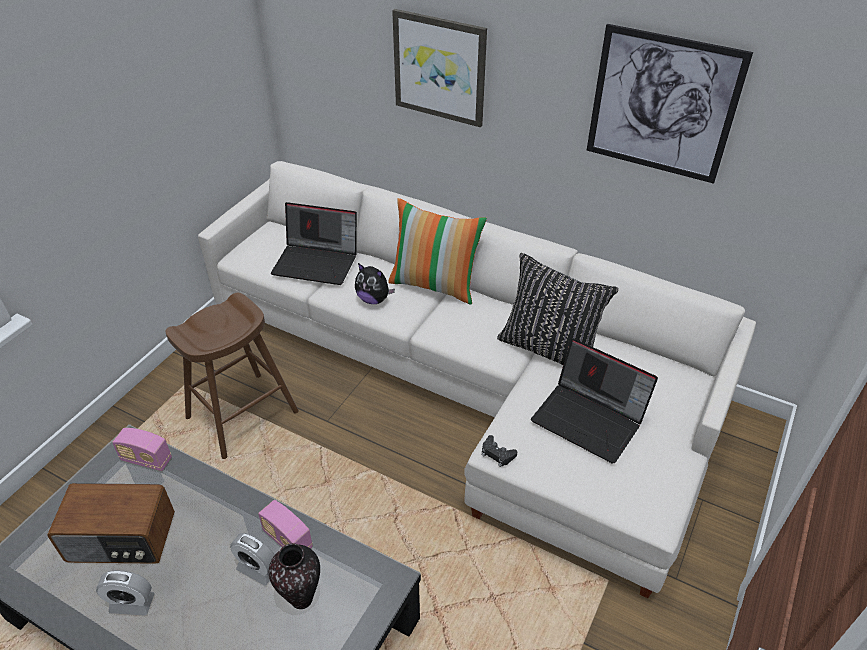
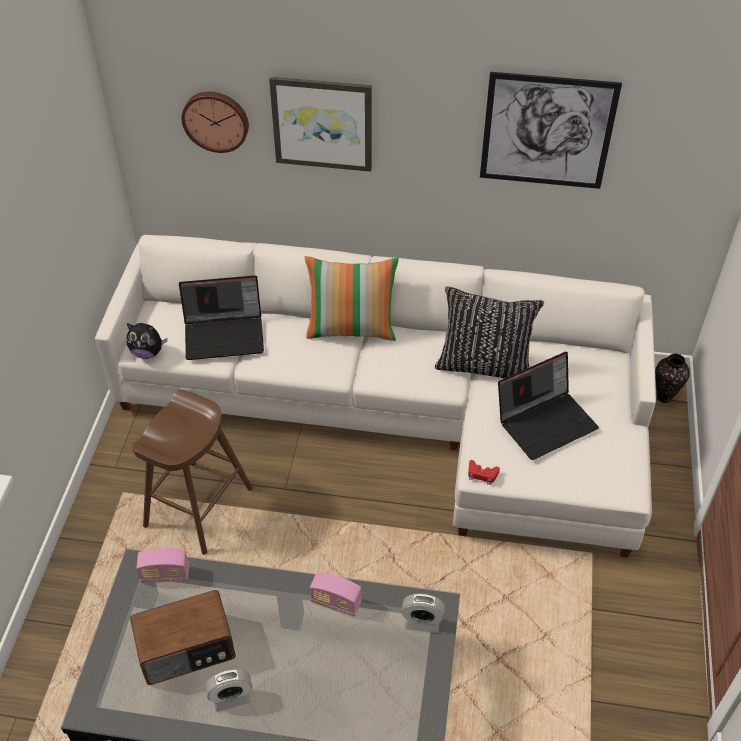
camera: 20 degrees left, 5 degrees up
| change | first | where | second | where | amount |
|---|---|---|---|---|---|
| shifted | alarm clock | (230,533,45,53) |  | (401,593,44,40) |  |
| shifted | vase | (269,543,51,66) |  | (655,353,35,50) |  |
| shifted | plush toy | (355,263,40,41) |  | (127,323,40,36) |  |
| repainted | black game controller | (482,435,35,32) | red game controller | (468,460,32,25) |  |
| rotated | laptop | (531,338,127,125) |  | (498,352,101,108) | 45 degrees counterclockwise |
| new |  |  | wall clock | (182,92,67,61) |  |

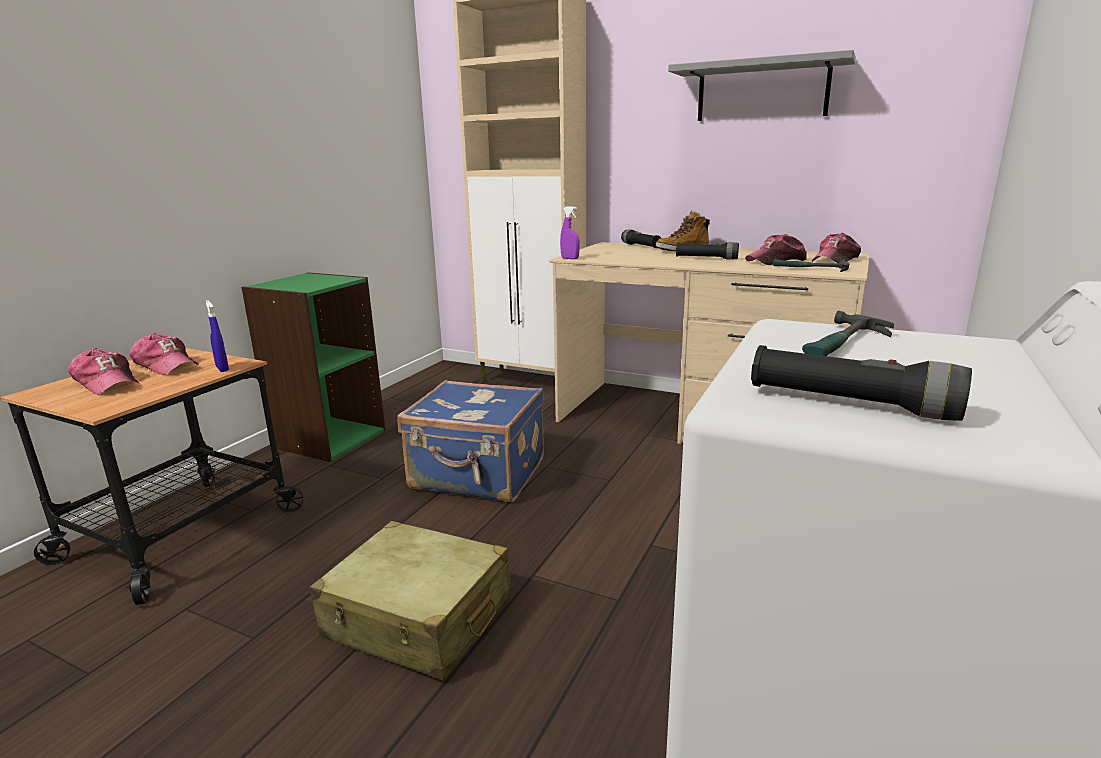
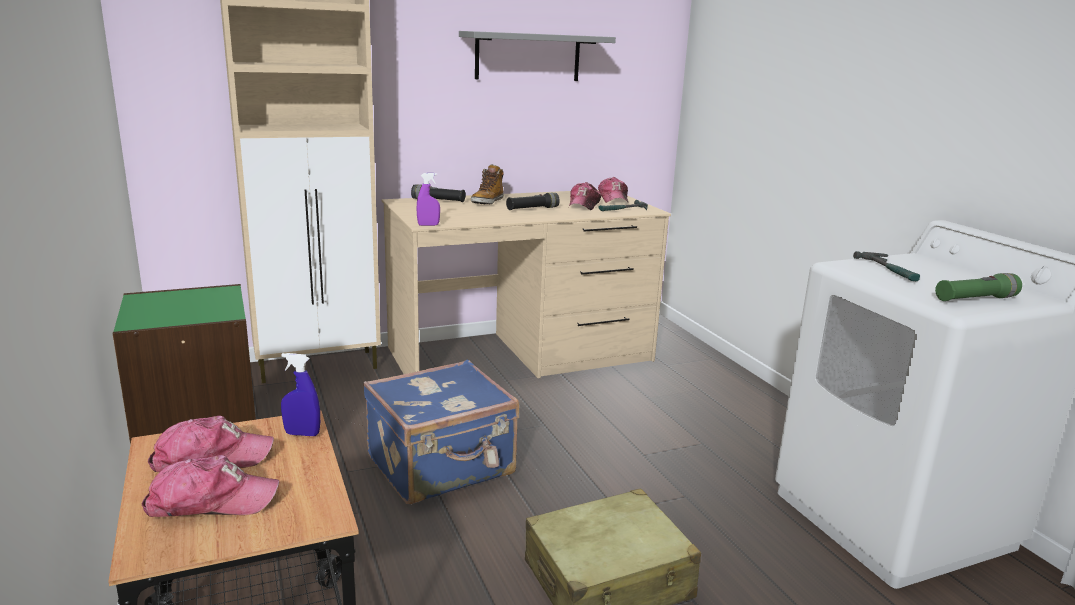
camera: 50 degrees left, 0 degrees up
| change | first | where | second | where | amount |
|---|---|---|---|---|---|
| repainted | black flashlight | (751,345,221,76) | green flashlight | (935,273,87,28) |  |

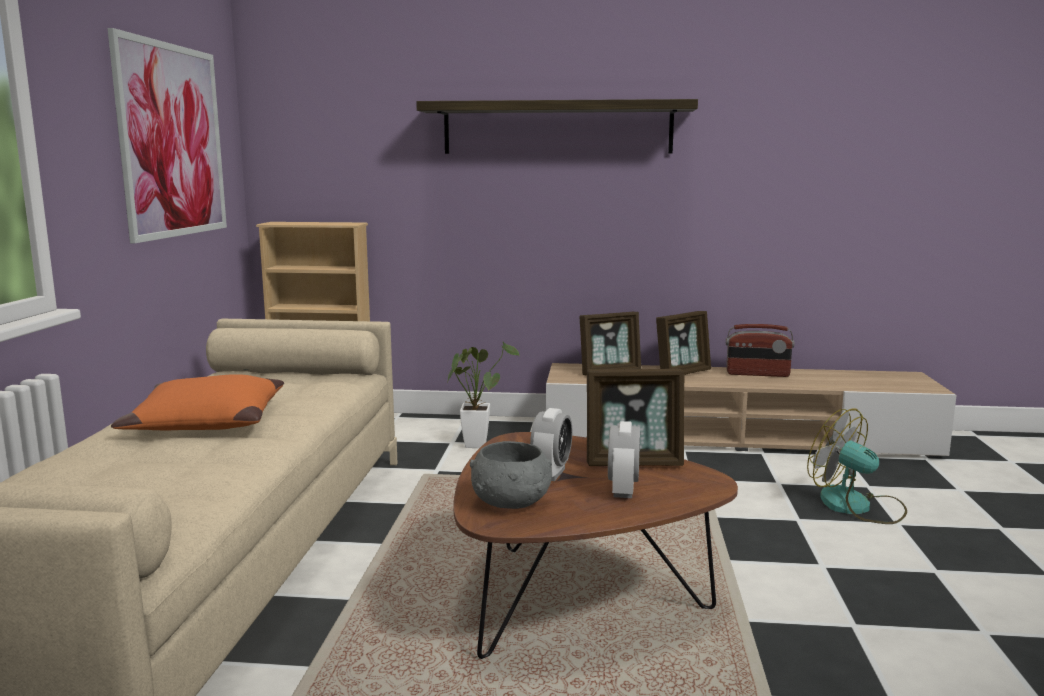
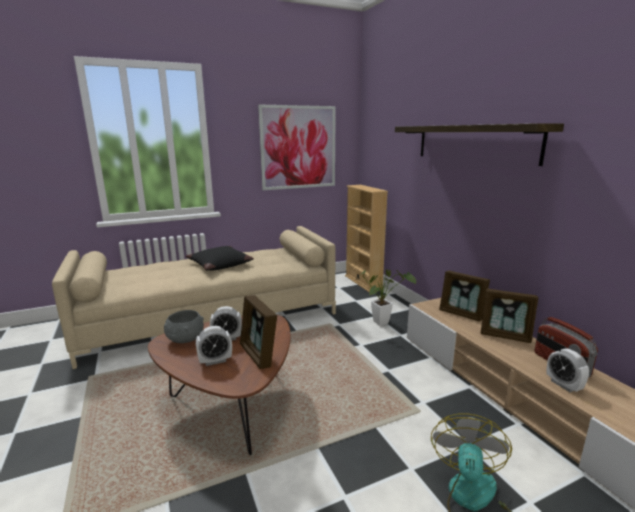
camera: 60 degrees right, 5 degrees up
| change | first | where | second | where | amount |
|---|---|---|---|---|---|
| repainted | orange pillow | (111,374,173,56) | black pillow | (186,246,68,24) |  |
| new |  |  | alarm clock | (547,348,42,44) |  |

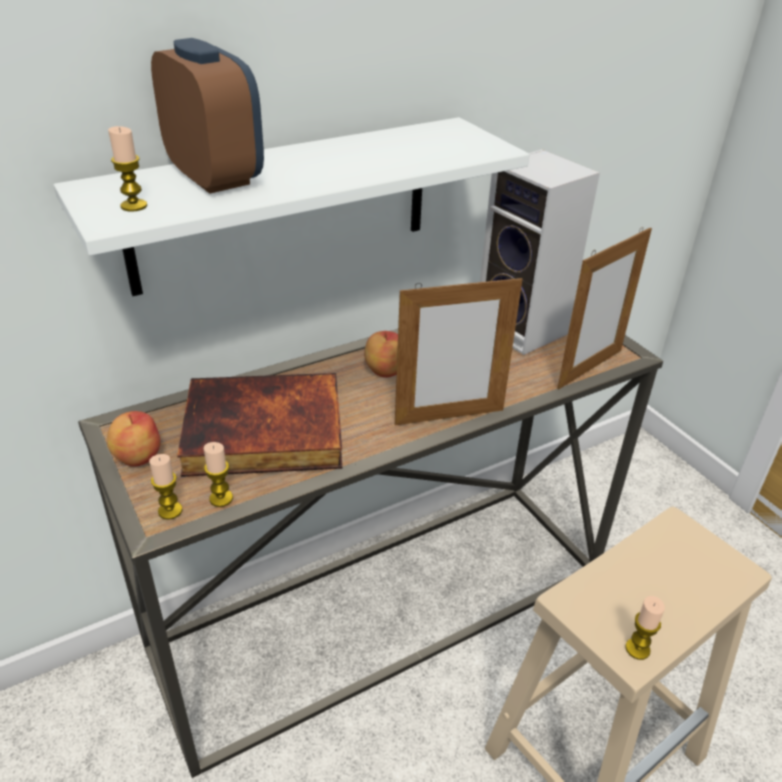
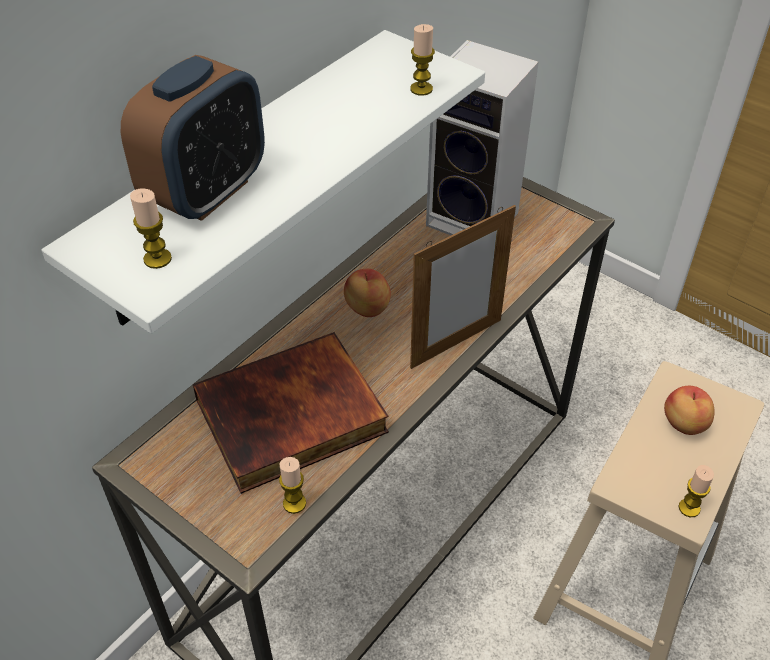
camera: 20 degrees left, 10 degrees up
| change | first | where | second | where | amount |
|---|---|---|---|---|---|
| shifted | apple | (107,411,54,56) |  | (664,386,51,49) |  |
| shifted | candle | (149,454,34,66) |  | (410,24,25,72) |  |
| rotated | alarm clock | (151,38,113,156) |  | (121,55,144,166) | 90 degrees clockwise |
| gone | picture frame | (557,227,95,162) |  |  |  |

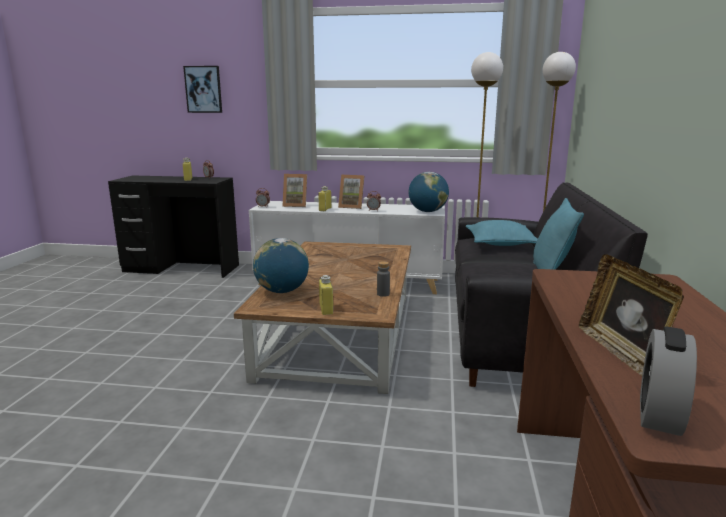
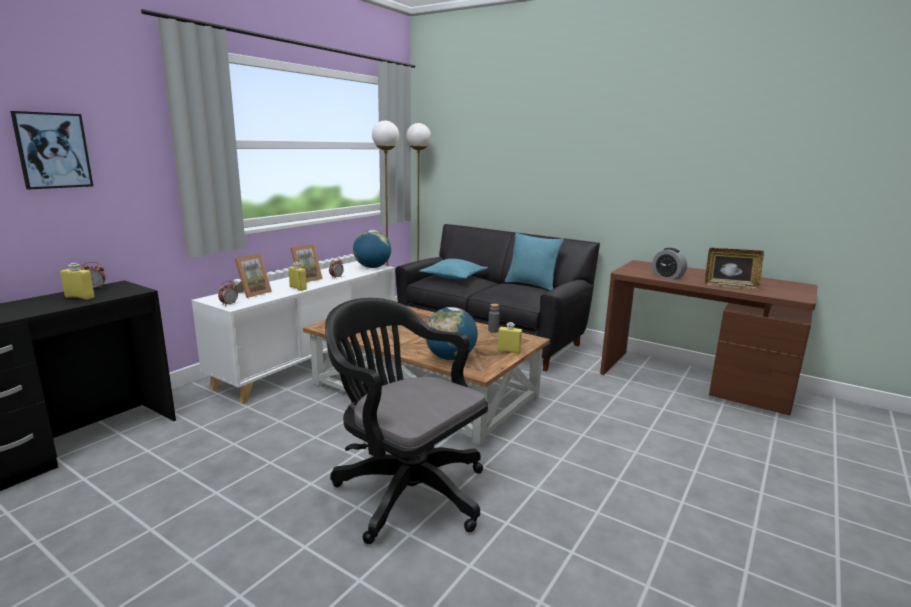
camera: 65 degrees left, 0 degrees up
| change | first | where | second | where | amount |
|---|---|---|---|---|---|
| shifted | alarm clock | (640,326,57,110) |  | (652,248,35,32) |  |
| new |  |  | black office chair | (325,298,163,246) |  |

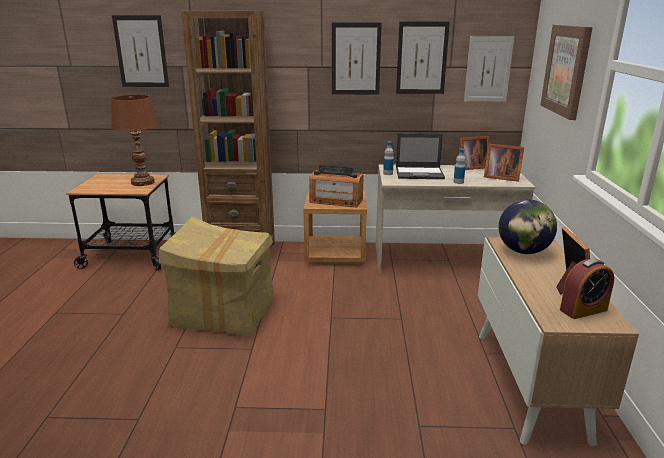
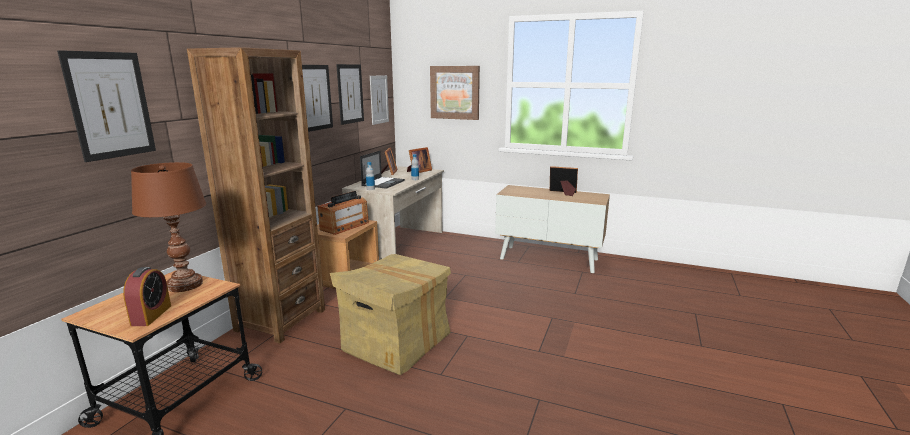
camera: 70 degrees left, 5 degrees down
| change | first | where | second | where | amount |
|---|---|---|---|---|---|
| gone | globe | (499,199,58,55) |  |  |  |
| shifted | alarm clock | (560,259,54,60) |  | (123,267,48,59) |  |

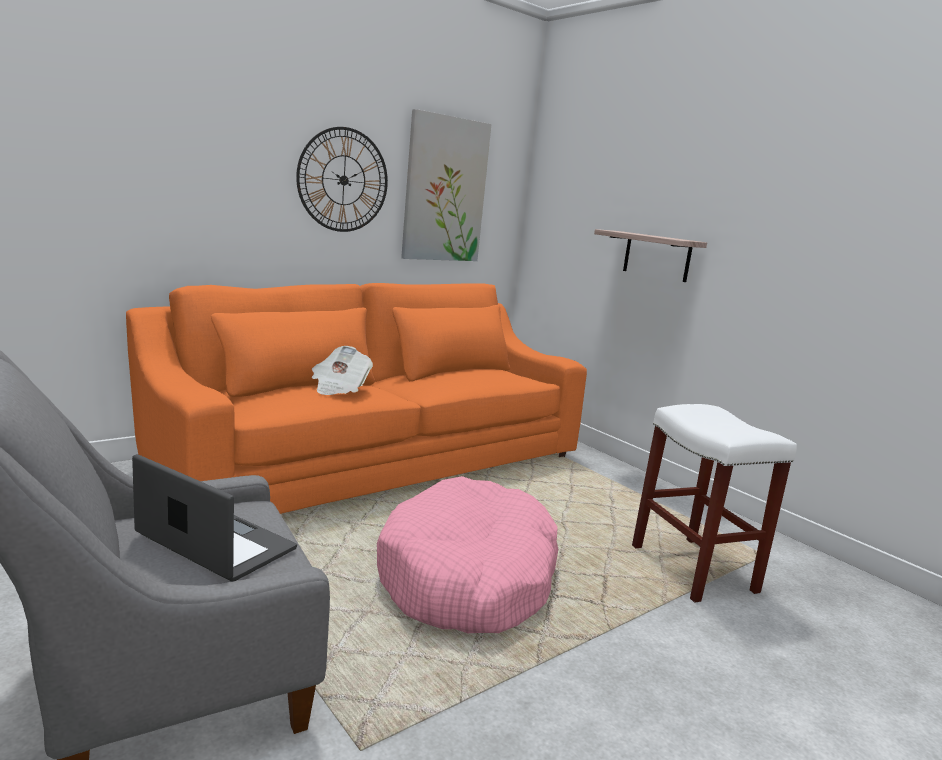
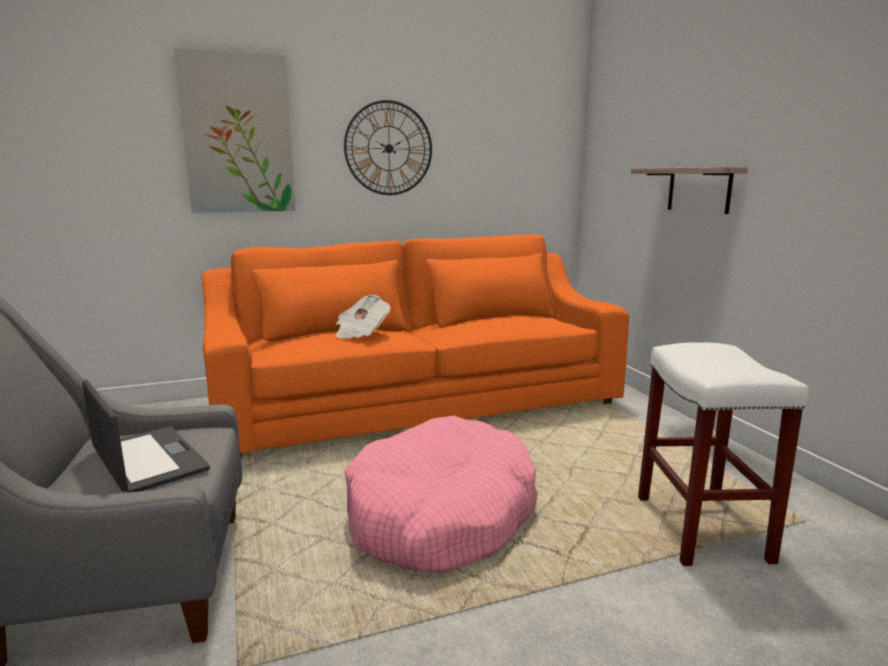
camera: 20 degrees right, 0 degrees up
| change | first | where | second | where | amount |
|---|---|---|---|---|---|
| shifted | picture | (401,109,90,152) |  | (174,47,122,166) |  |

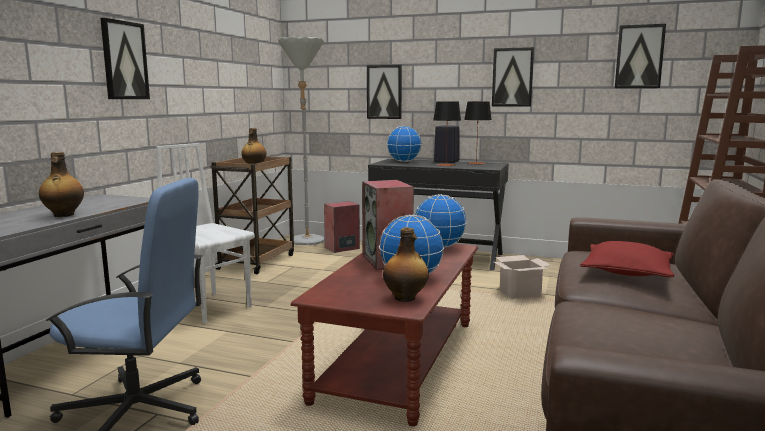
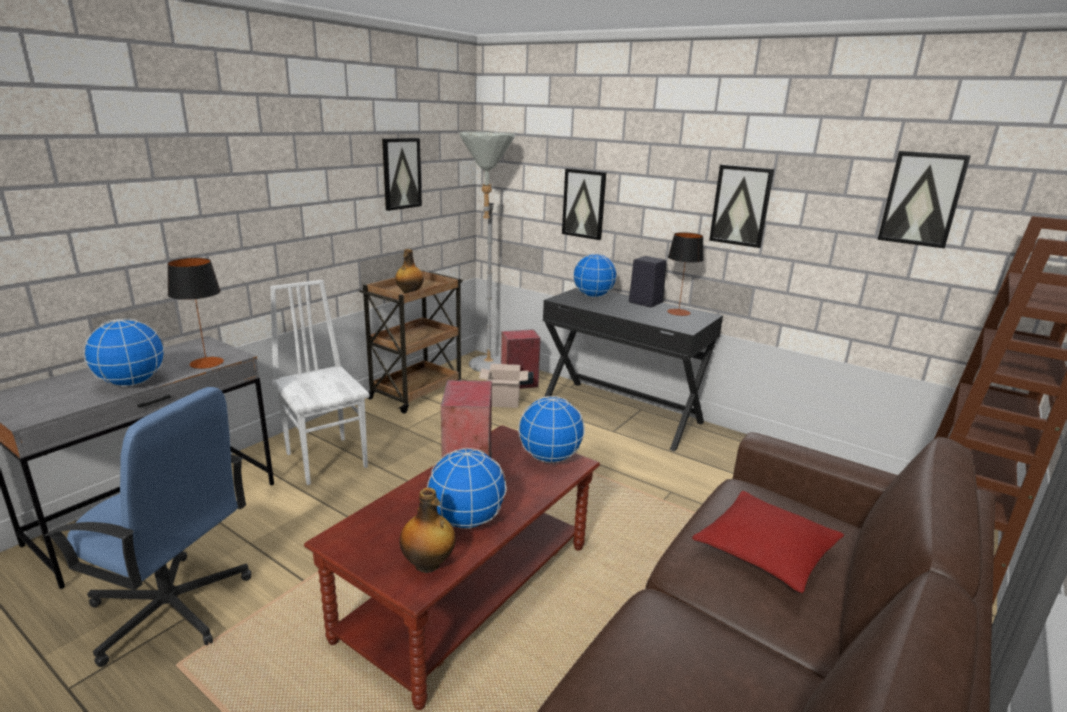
camera: 15 degrees right, 10 degrees up
| change | first | where | second | where | amount |
|---|---|---|---|---|---|
| swapped | bottle | (39,152,45,65) | globe | (83,318,82,69) |  |
| shifted | picture | (100,18,50,81) |  | (382,138,40,73) |  |
| shifted | table lamp | (433,101,28,65) |  | (167,258,57,111) |  |
| shifted | cardboard box | (494,255,56,44) |  | (479,364,49,44) |  |

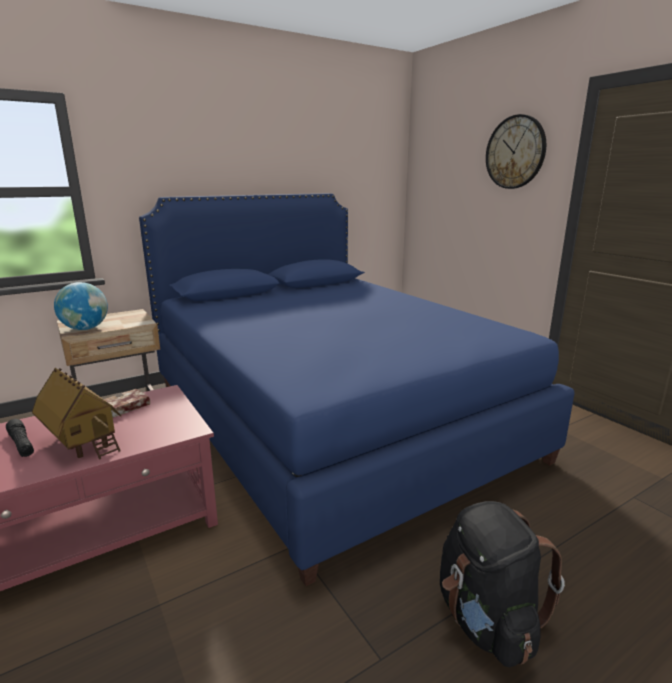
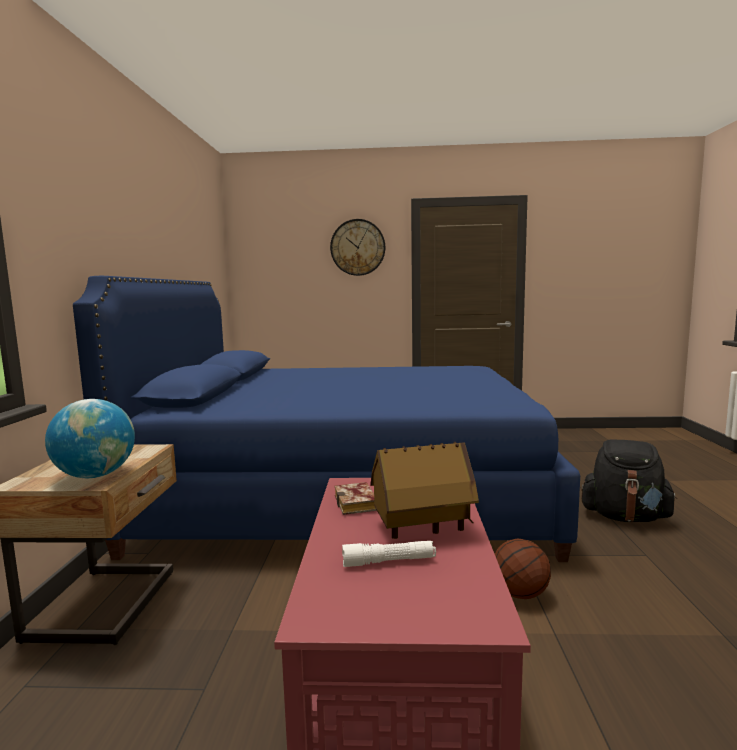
camera: 55 degrees left, 10 degrees down
| change | first | where | second | where | amount |
|---|---|---|---|---|---|
| repainted | black flashlight | (6,419,28,38) | white flashlight | (342,541,94,26) |  |
| new |  |  | basketball | (495,539,56,60) |  |

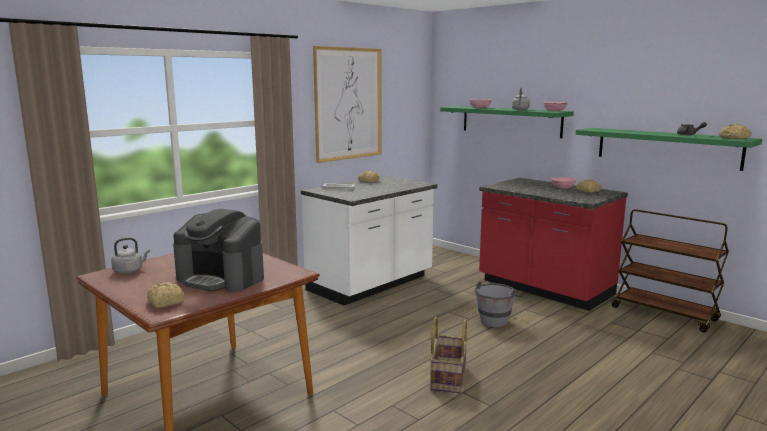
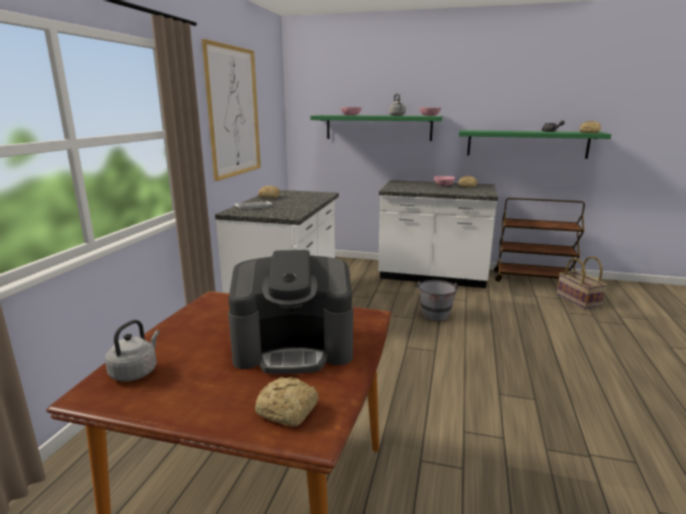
camera: 30 degrees left, 5 degrees up
| change | first | where | second | where | amount |
|---|---|---|---|---|---|
| shifted | basket | (430,317,38,77) |  | (556,256,51,53) |  |
| repainted | red counter | (479,178,149,133) | white counter | (378,180,120,108) |  |

